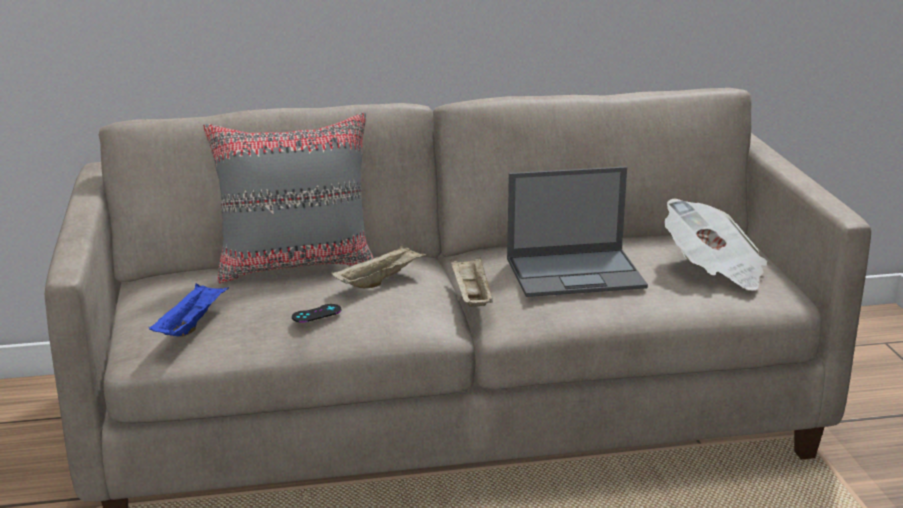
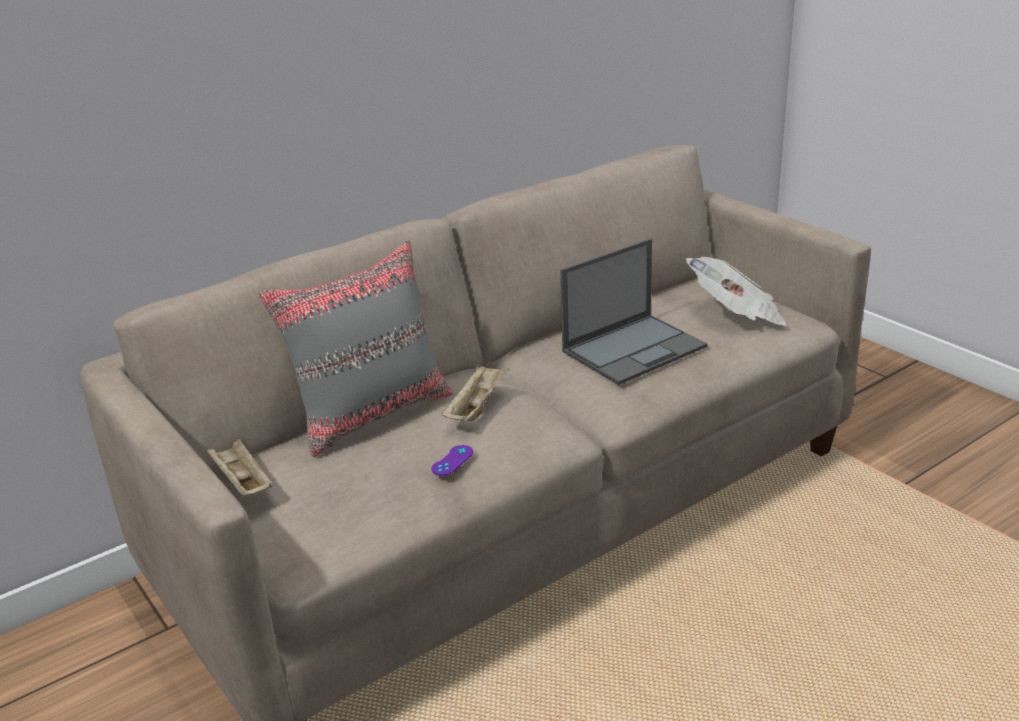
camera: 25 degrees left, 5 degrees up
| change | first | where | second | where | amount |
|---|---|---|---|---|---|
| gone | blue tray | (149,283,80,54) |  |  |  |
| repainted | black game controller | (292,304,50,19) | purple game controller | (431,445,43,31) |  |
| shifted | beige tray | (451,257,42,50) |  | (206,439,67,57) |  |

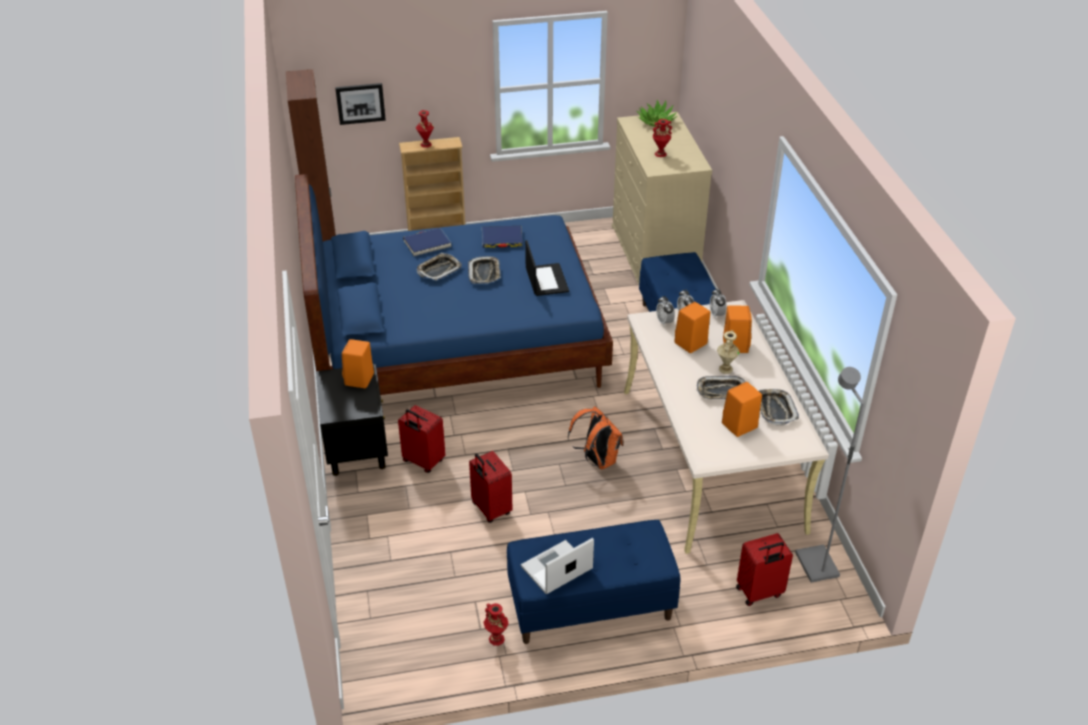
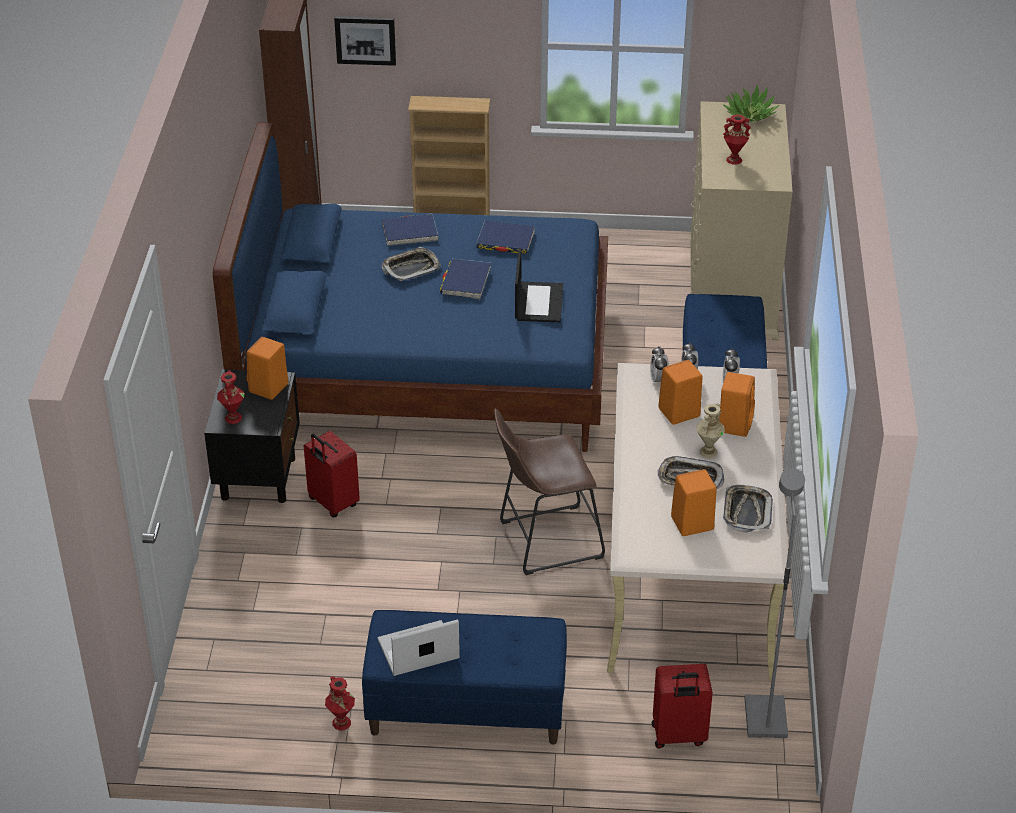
camera: 15 degrees right, 0 degrees up
| change | first | where | second | where | amount |
|---|---|---|---|---|---|
| shifted | red vase | (416,110,18,38) |  | (217,370,27,54) |  |
| swapped | tray | (468,256,33,28) | blue book | (440,259,51,40) |  |
| gone | red suitcase | (469,451,44,72) |  |  |  |
| swapped | orange backpack | (568,406,55,64) | brown stool | (494,409,111,166) |  |

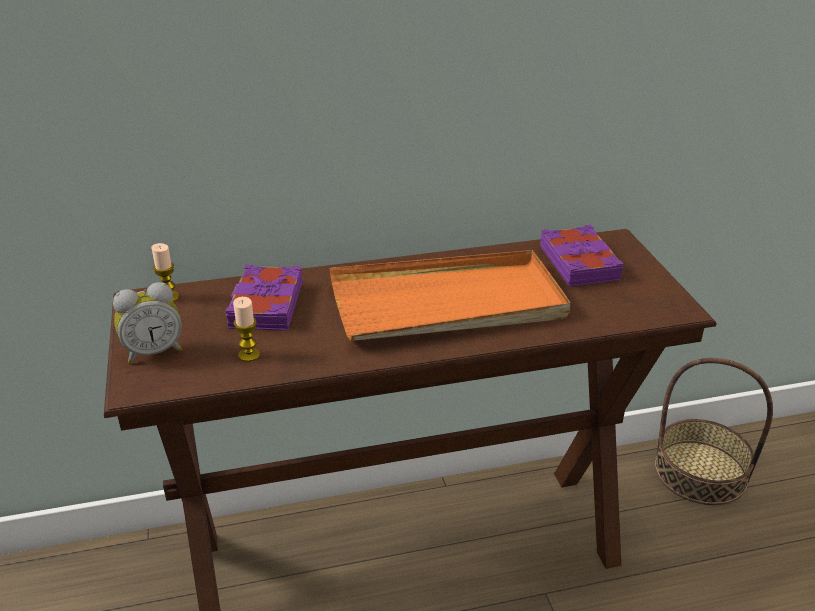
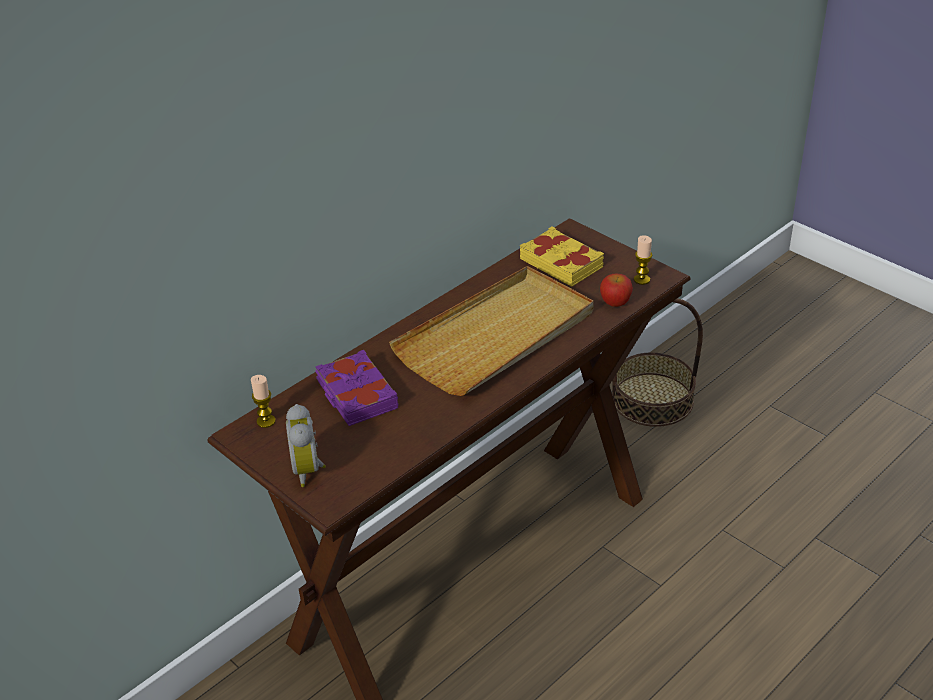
camera: 30 degrees left, 5 degrees up
| change | first | where | second | where | amount |
|---|---|---|---|---|---|
| rotated | alarm clock | (113,282,69,82) |  | (286,404,40,83) | 135 degrees clockwise |
| shifted | candle | (233,297,27,65) |  | (634,235,18,50) |  |
| repainted | orange tray | (330,250,241,91) | beige tray | (389,266,205,130) |  |
| repainted | purple book | (540,225,83,62) | yellow book | (520,227,84,60) |  |
| new |  |  | apple | (600,274,33,33) |  |

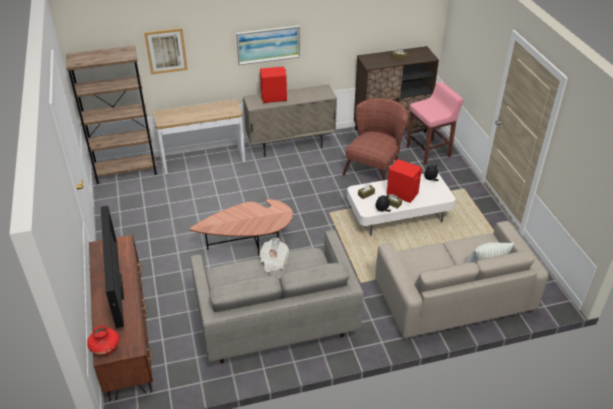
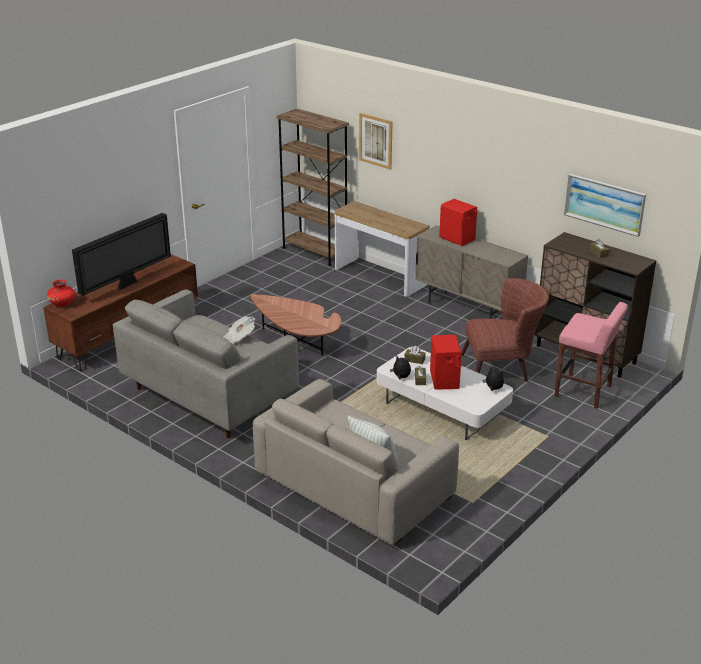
camera: 55 degrees right, 10 degrees down
| change | first | where | second | where | amount |
|---|---|---|---|---|---|
| shifted | picture | (236,25,64,40) |  | (564,174,82,63) |  |

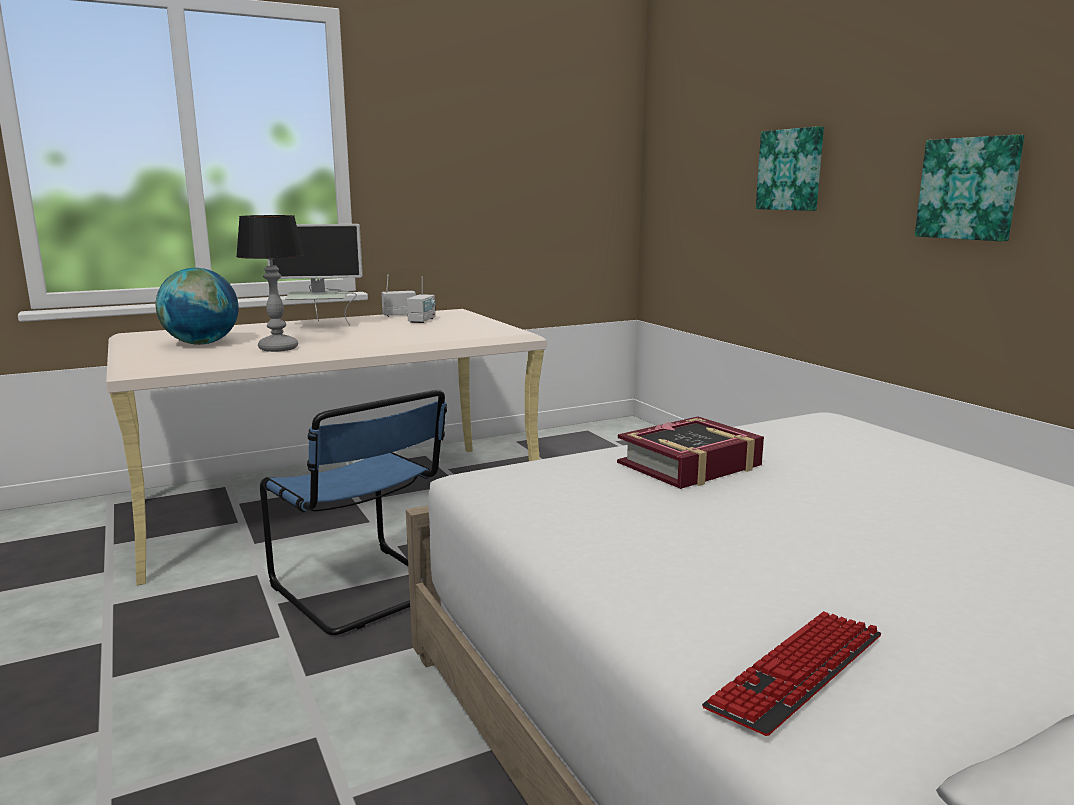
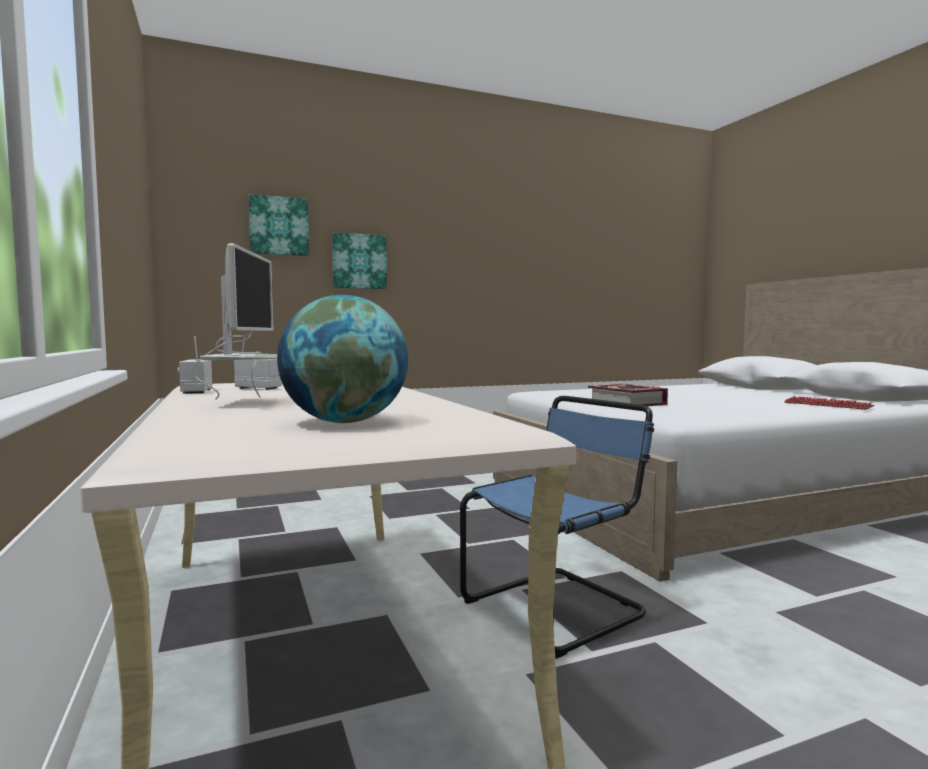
camera: 85 degrees left, 10 degrees down
| change | first | where | second | where | amount |
|---|---|---|---|---|---|
| gone | table lamp | (236,215,68,137) |  |  |  |
| shifted | picture | (915,135,109,107) |  | (248,194,61,62) |  |

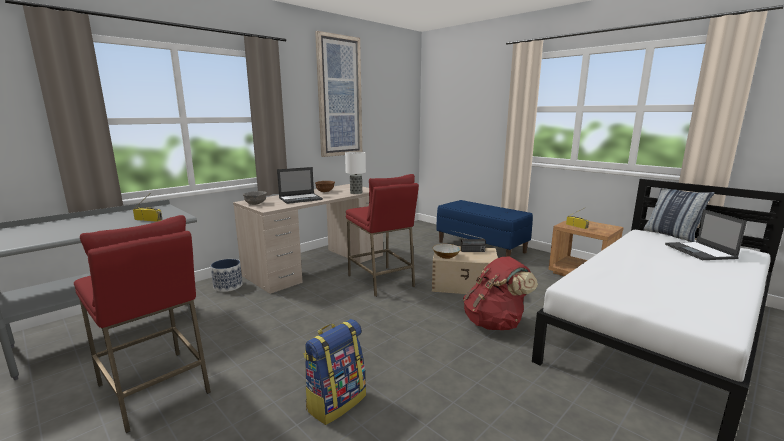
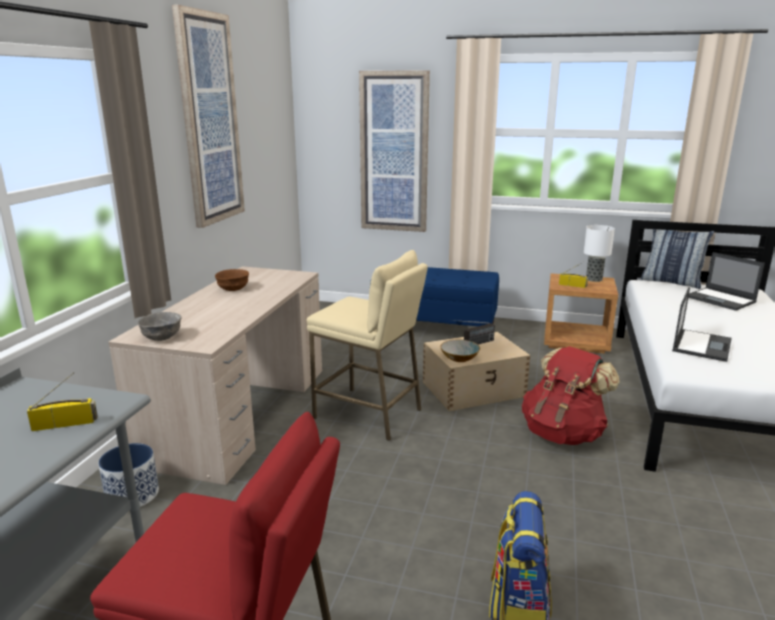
camera: 30 degrees left, 5 degrees up
| change | first | where | second | where | amount |
|---|---|---|---|---|---|
| shifted | laptop | (277,167,46,37) |  | (672,287,60,75) |  |
| shifted | table lamp | (345,152,21,42) |  | (584,225,31,57) |  |
| repainted | red stool | (346,174,73,123) | beige stool | (306,250,122,191) |  |
| new |  |  | picture | (359,70,71,162) |  |

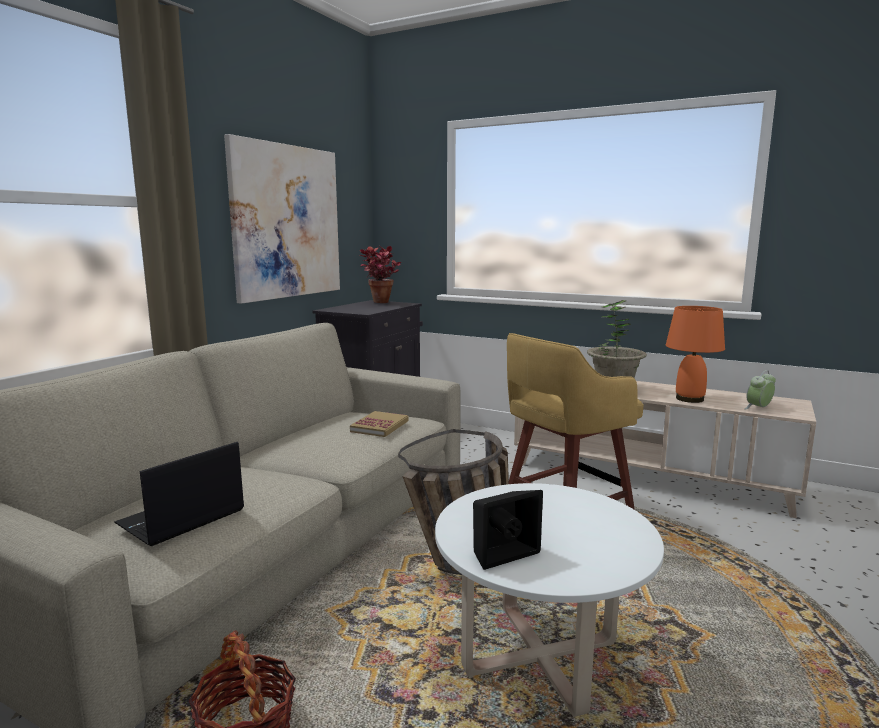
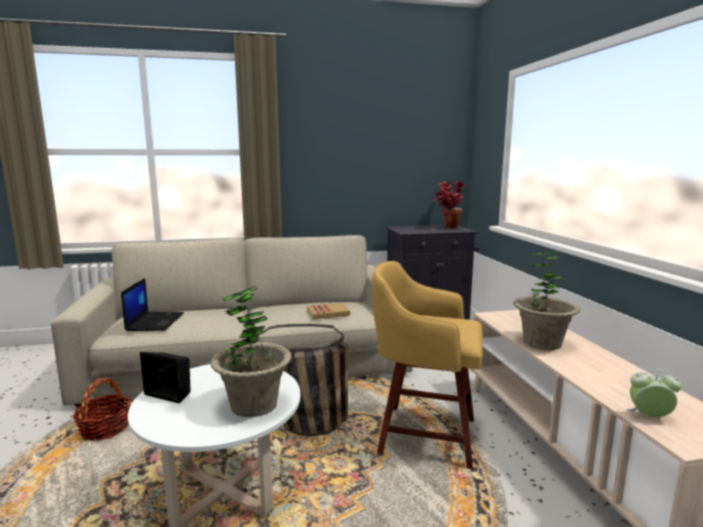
camera: 50 degrees right, 0 degrees up
| change | first | where | second | where | amount |
|---|---|---|---|---|---|
| rotated | laptop | (114,442,130,104) |  | (121,278,63,53) | 90 degrees clockwise |
| gone | picture | (224,134,116,170) |  |  |  |
| gone | orange table lamp | (666,306,59,97) |  |  |  |
| new |  |  | potted plant | (210,286,82,131) |  |

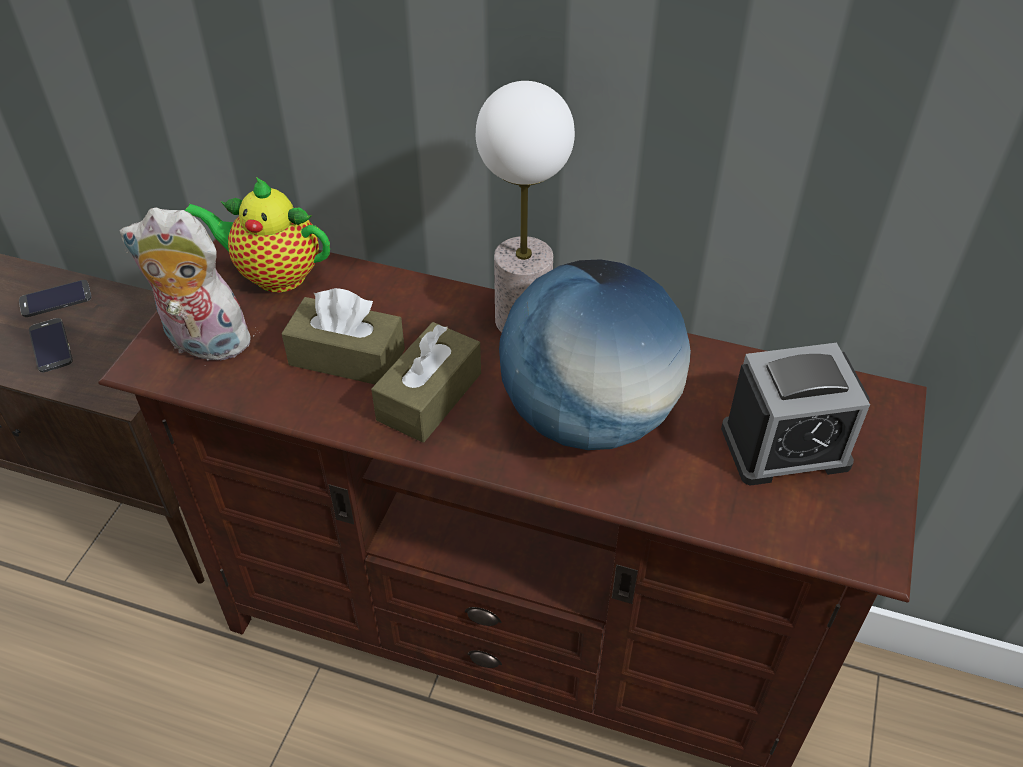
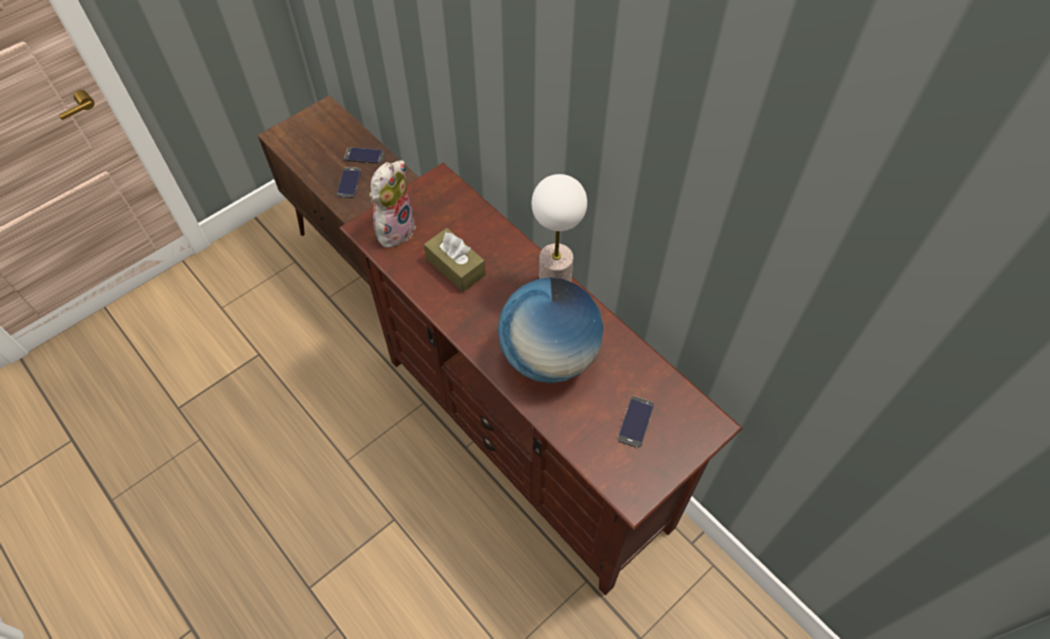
camera: 30 degrees right, 10 degrees up
| change | first | where | second | where | amount |
|---|---|---|---|---|---|
| rotated | plush toy | (119,208,141,153) |  | (369,160,47,88) | 75 degrees clockwise |
| gone | teapot | (185,177,145,115) |  |  |  |
| gone | brown tissue box | (371,322,110,120) |  |  |  |
| swapped | alarm clock | (721,343,149,143) | phone | (618,396,36,52) |  |

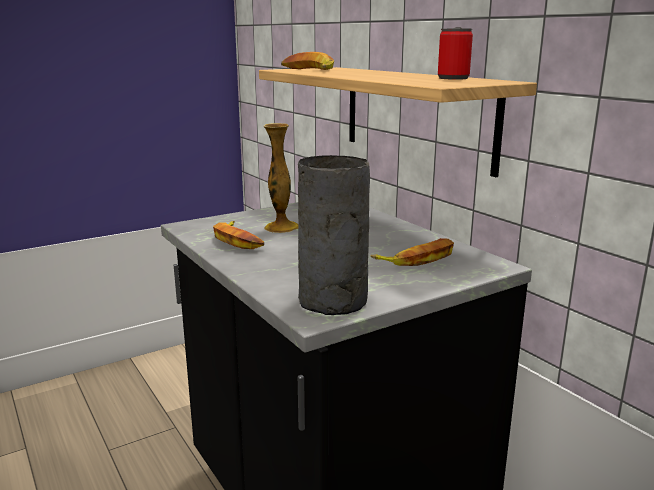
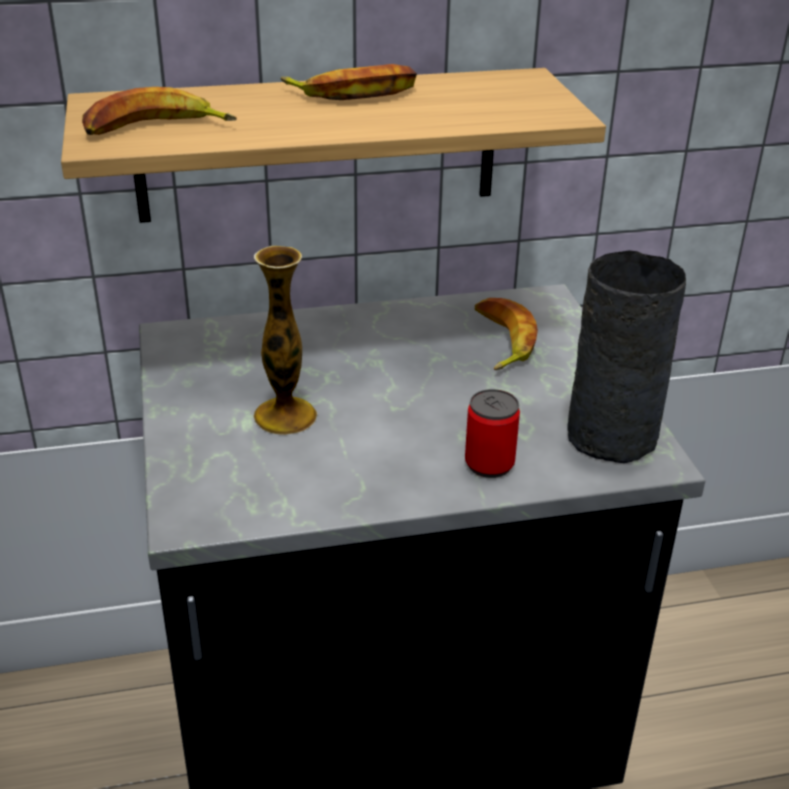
camera: 70 degrees left, 15 degrees up
| change | first | where | second | where | amount |
|---|---|---|---|---|---|
| shifted | banana | (213,221,51,28) |  | (281,64,136,36) |  |
| shifted | can | (438,27,35,53) |  | (465,389,55,89) |  |

